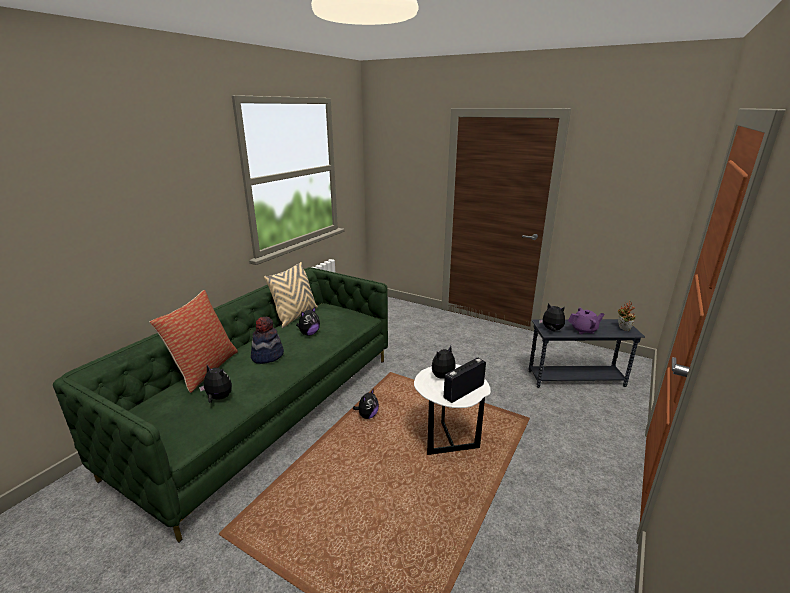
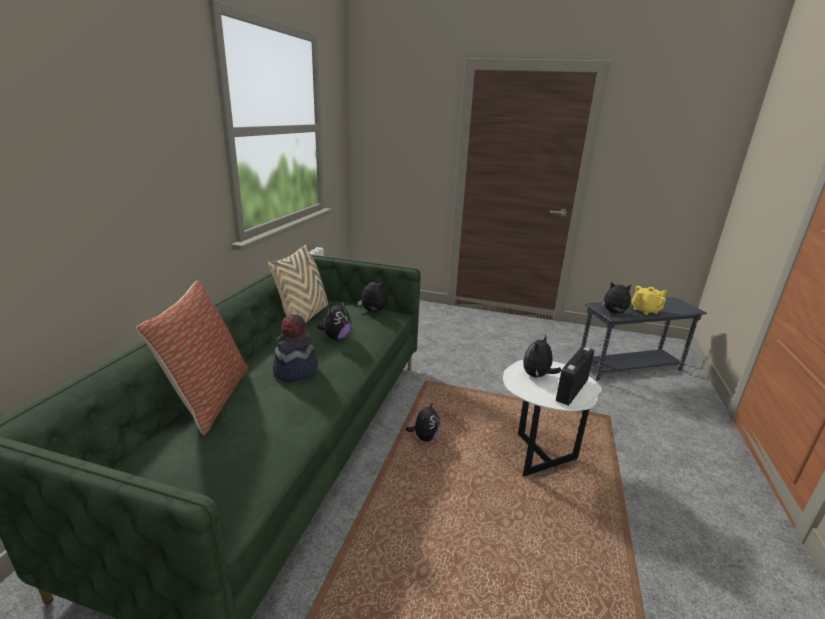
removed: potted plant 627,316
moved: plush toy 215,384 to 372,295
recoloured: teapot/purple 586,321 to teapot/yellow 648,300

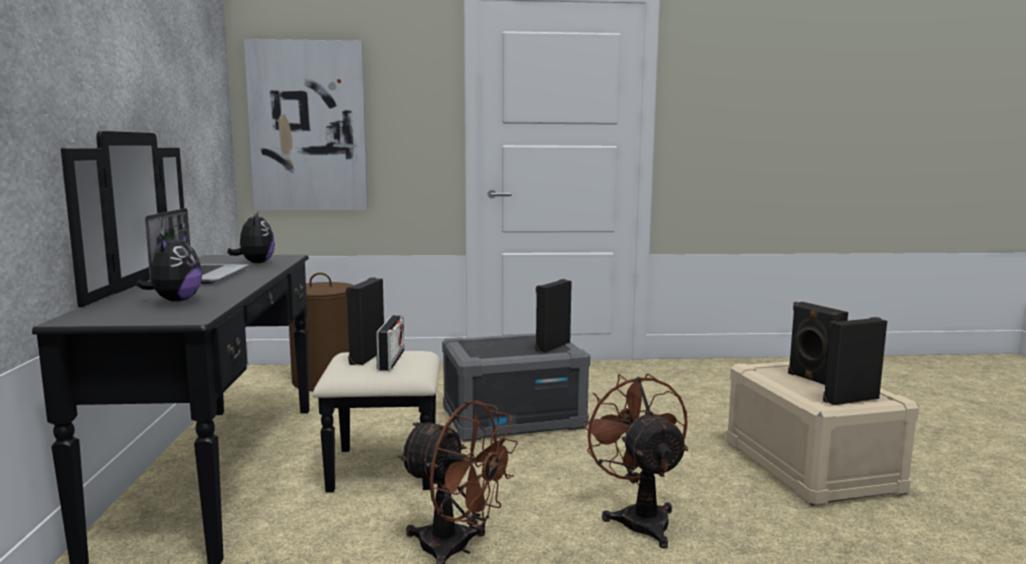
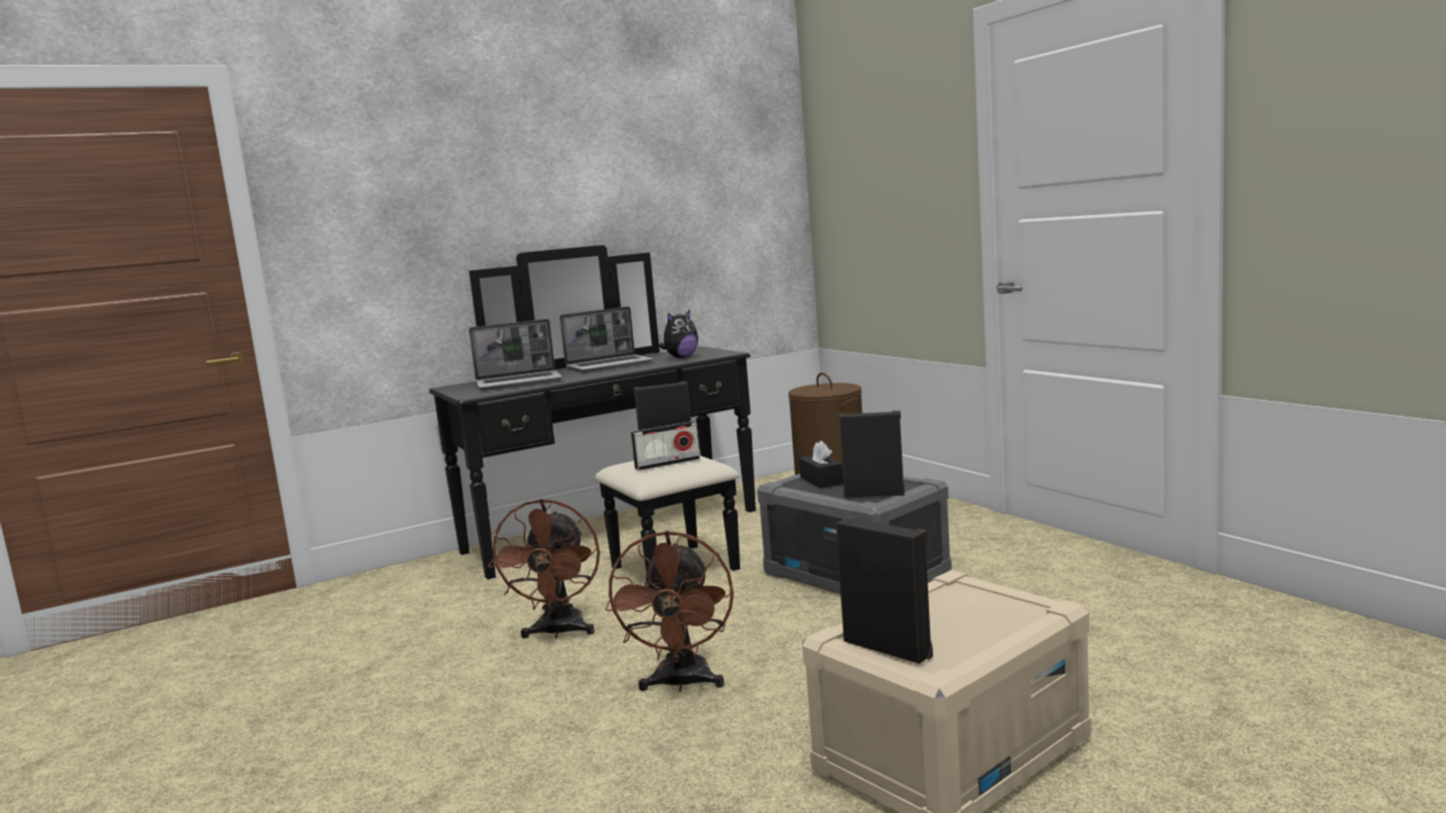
removed: picture 306,124; speaker/black 818,343
added: tissue box/black 821,464
replaced: plush toy 169,266 to laptop 516,354
turned: fan/brown 634,461 = 669,611 135 degrees clockwise

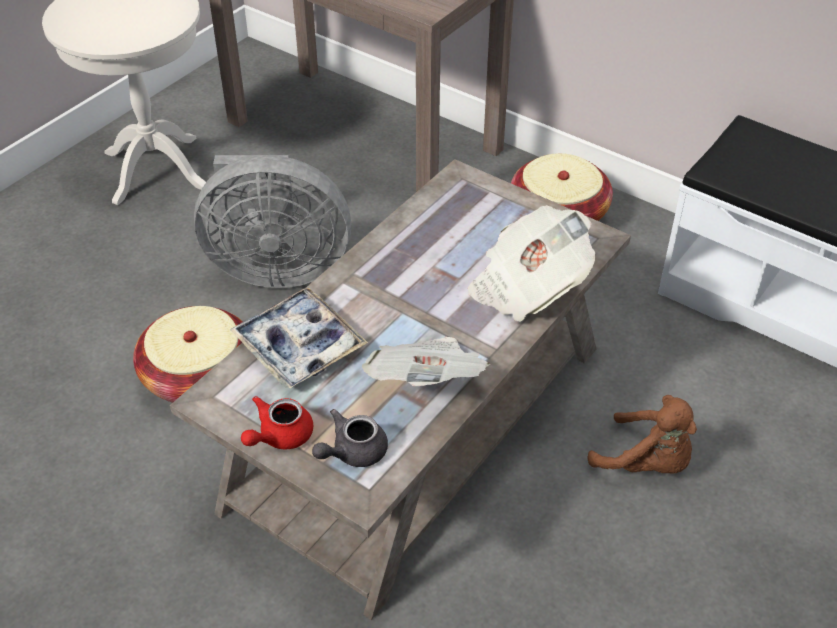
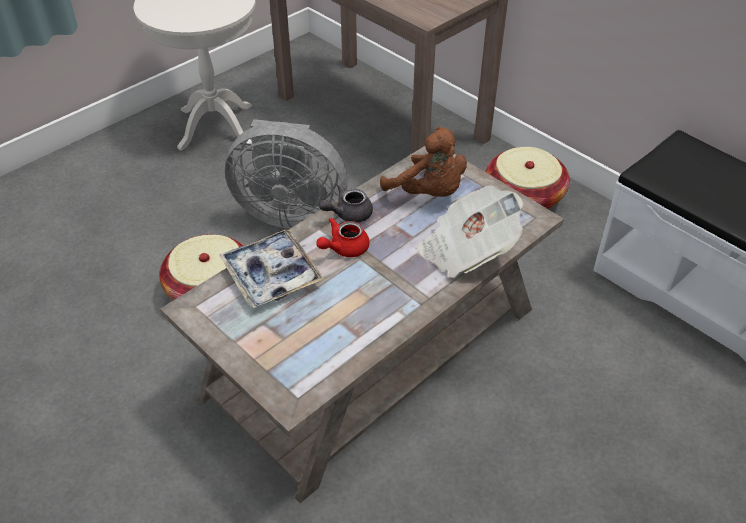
removed: newspaper 425,361
moved: plush toy/brown 642,434 to 423,162; teapot/red 277,422 to 342,237; teapot/grey 350,438 to 346,203

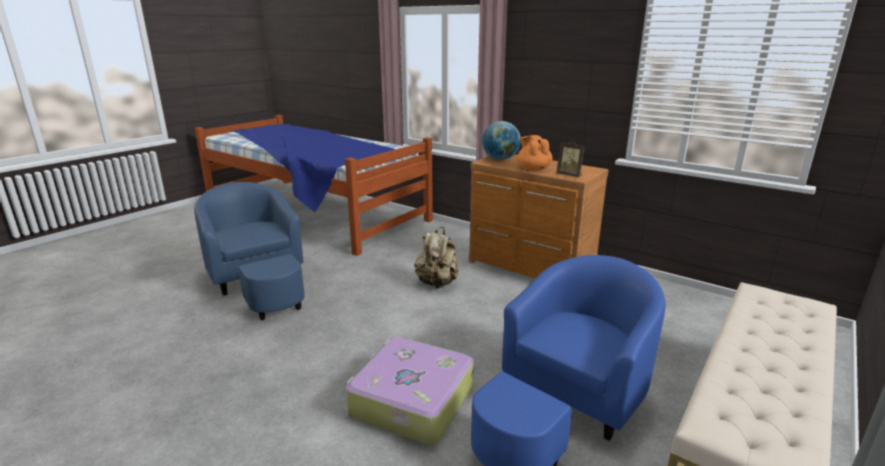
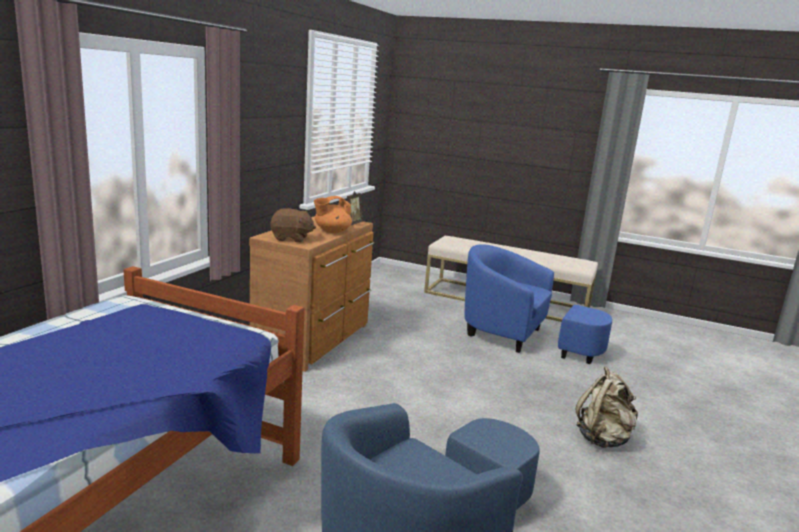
removed: suitcase 410,391
moved: backpack/beige 436,257 to 607,407
replaced: globe 501,140 to plush toy/brown 293,225

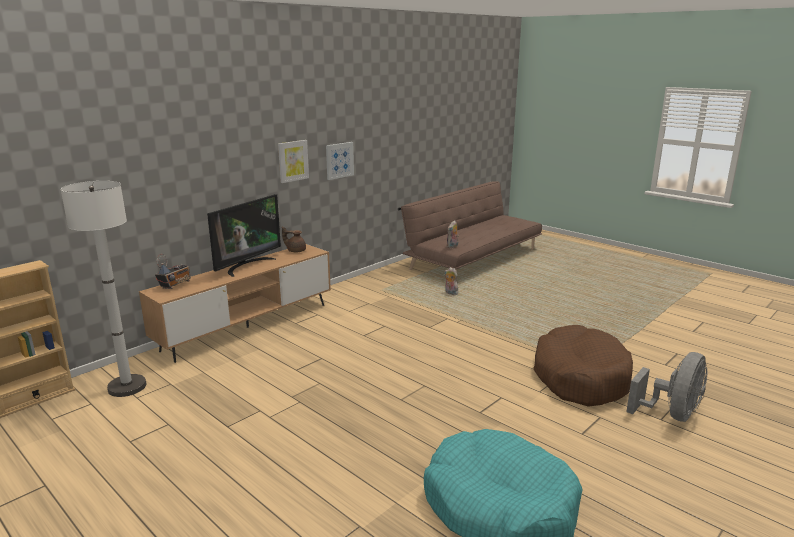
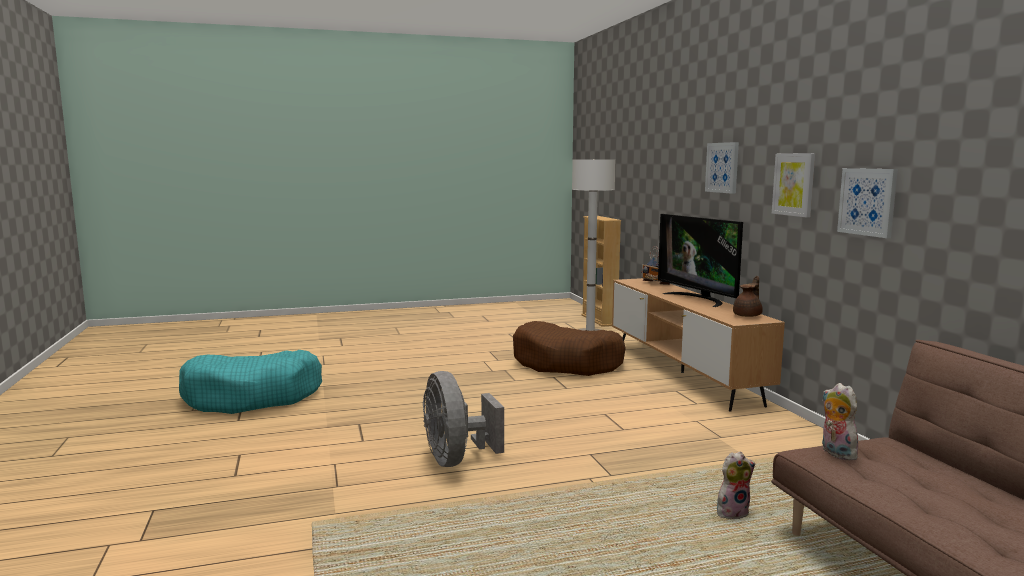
added: picture 722,168
moved: dog bed/brown 583,366 to 569,348; fan/grey 667,387 to 463,419

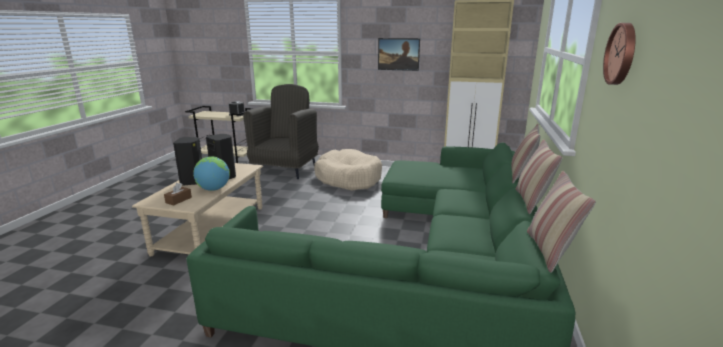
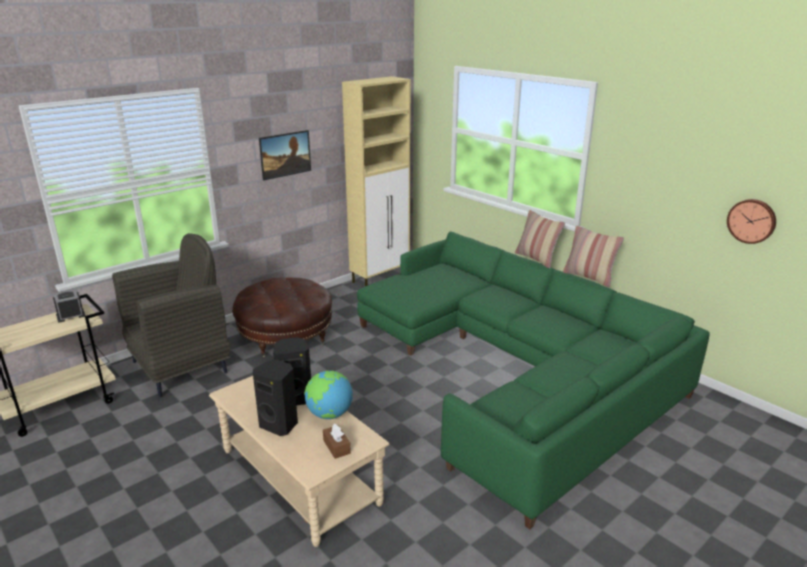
removed: pillow 561,222
moved: wall clock 619,54 to 751,221
replaced: dog bed/beige 348,170 to ottoman/brown 282,318
turned: armchair/grey 281,131 = 171,315 90 degrees clockwise

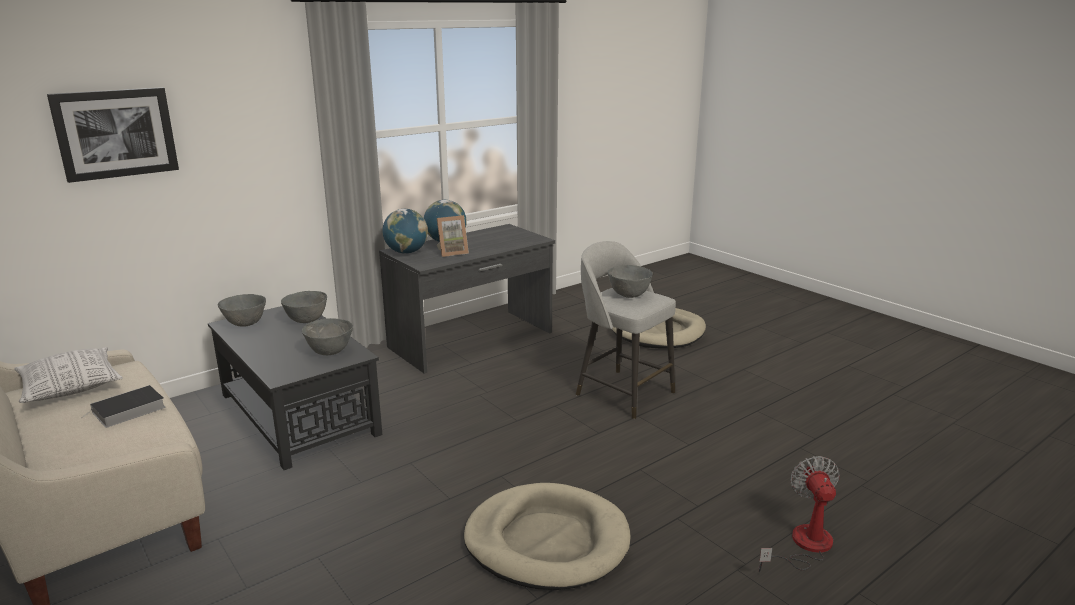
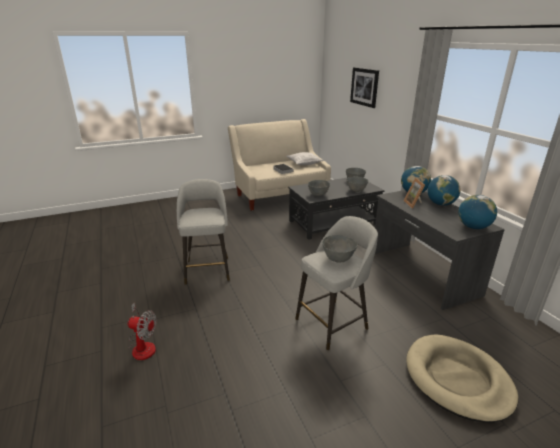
added: globe 477,212
replaced: dog bed/beige 547,536 to stool/grey 203,232

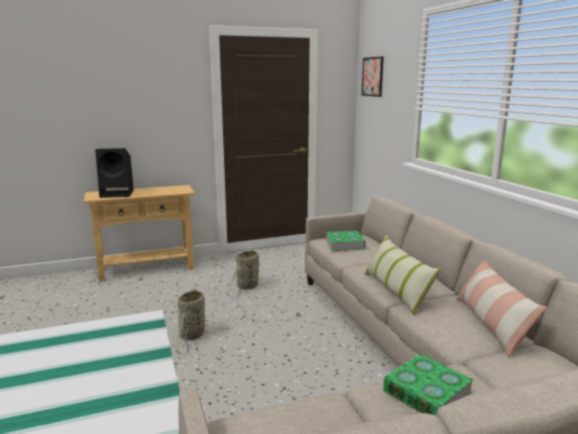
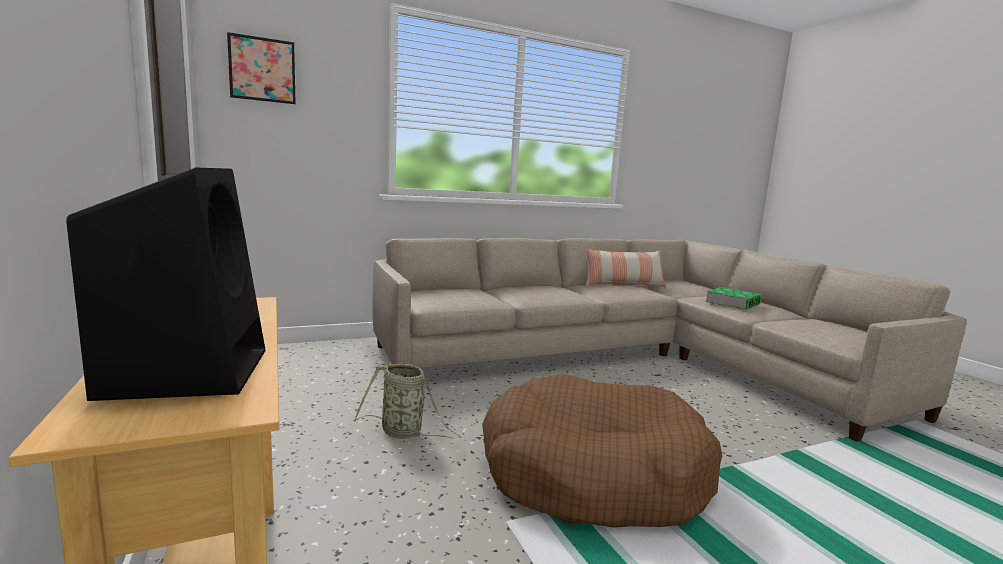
removed: book 346,241; pillow 402,275
replaced: basket 190,321 to dog bed/brown 602,451

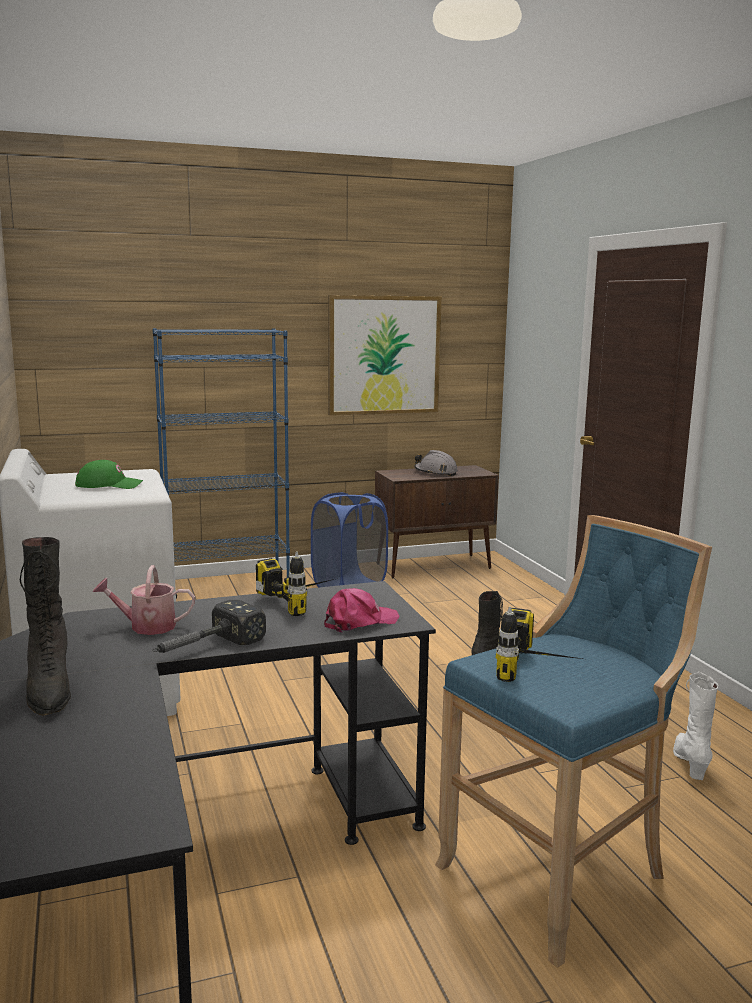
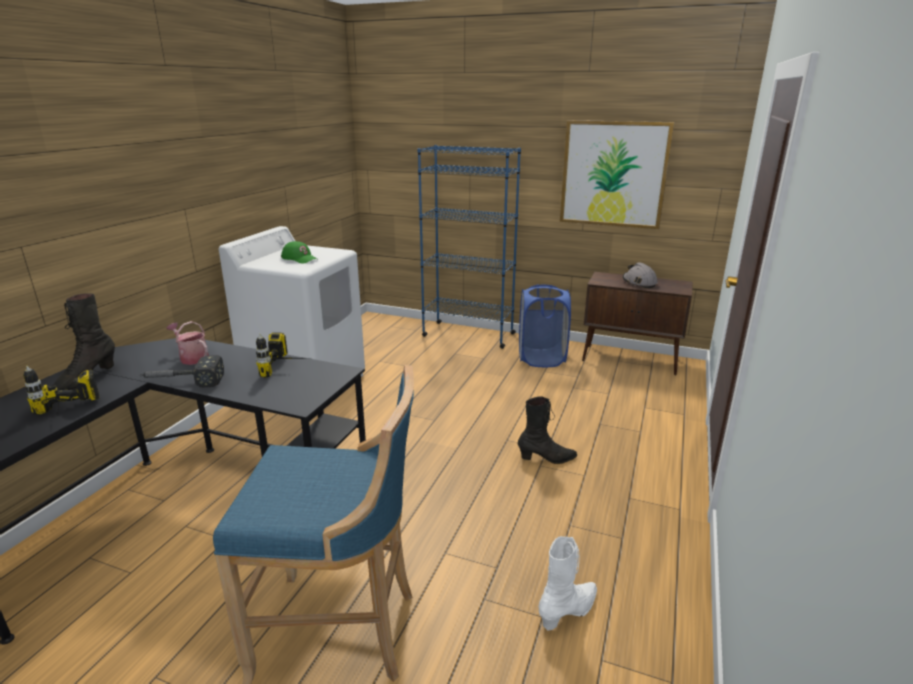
removed: cap/pink 362,610
moved: power drill 539,644 to 61,390

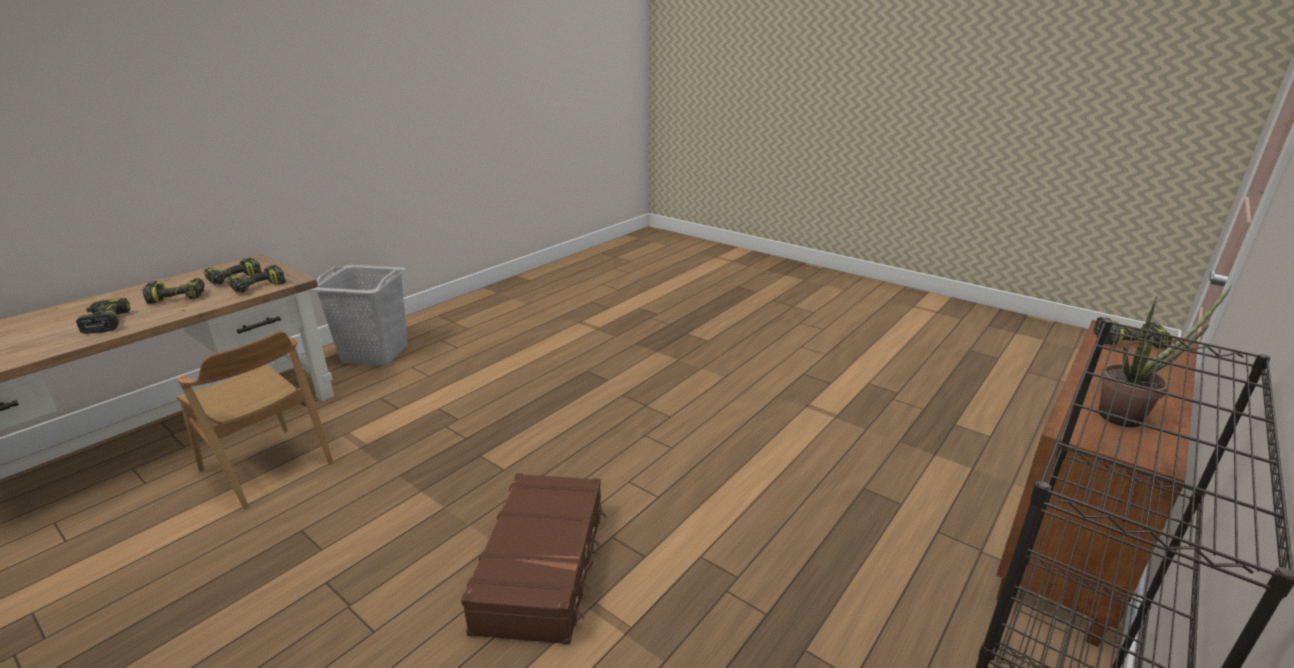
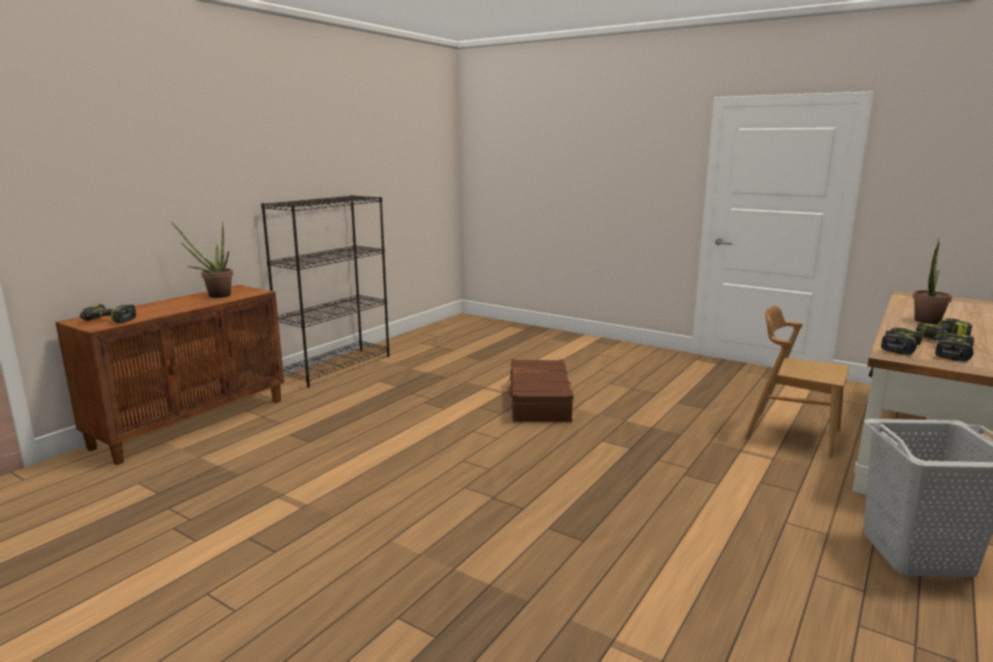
replaced: power drill 103,316 to potted plant 932,281

